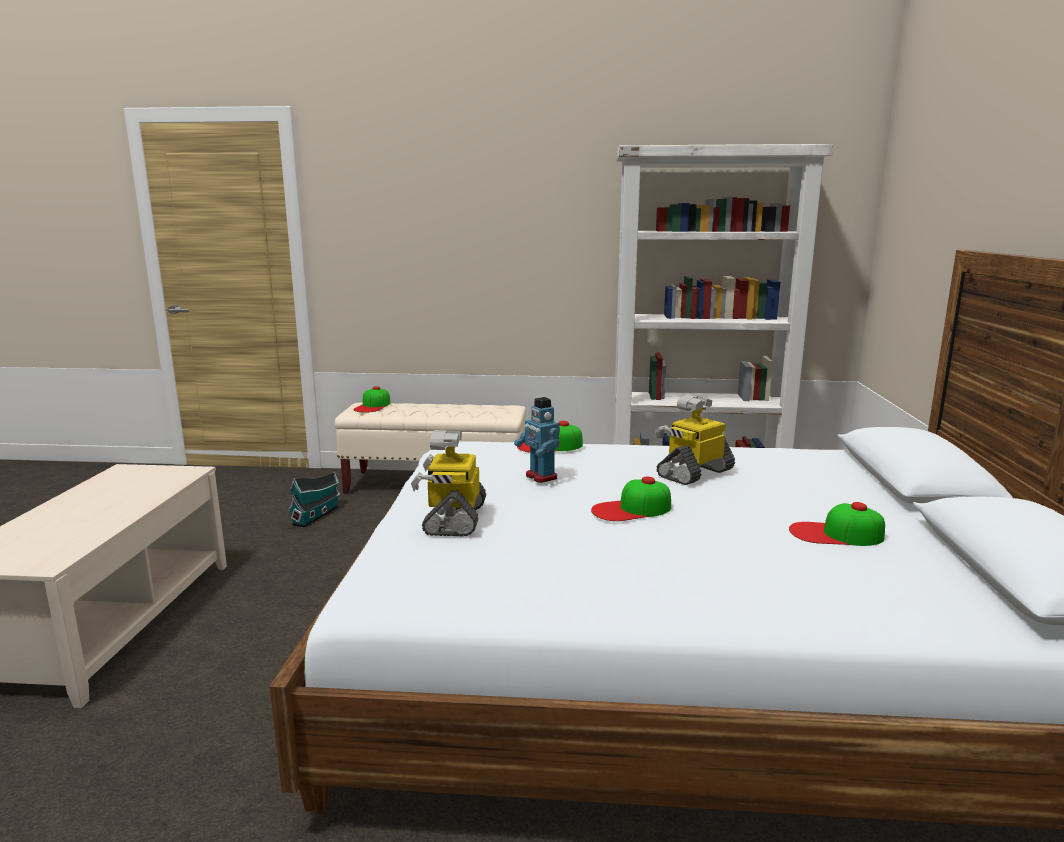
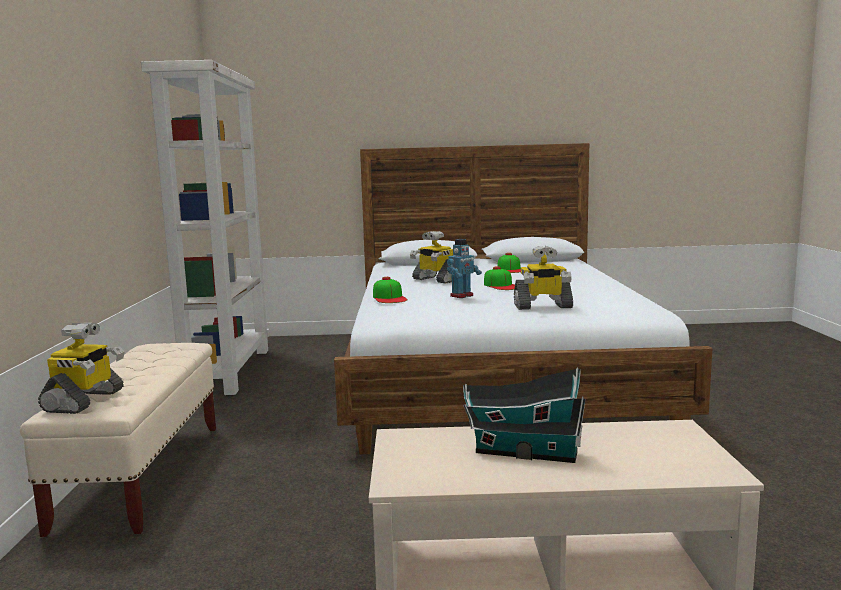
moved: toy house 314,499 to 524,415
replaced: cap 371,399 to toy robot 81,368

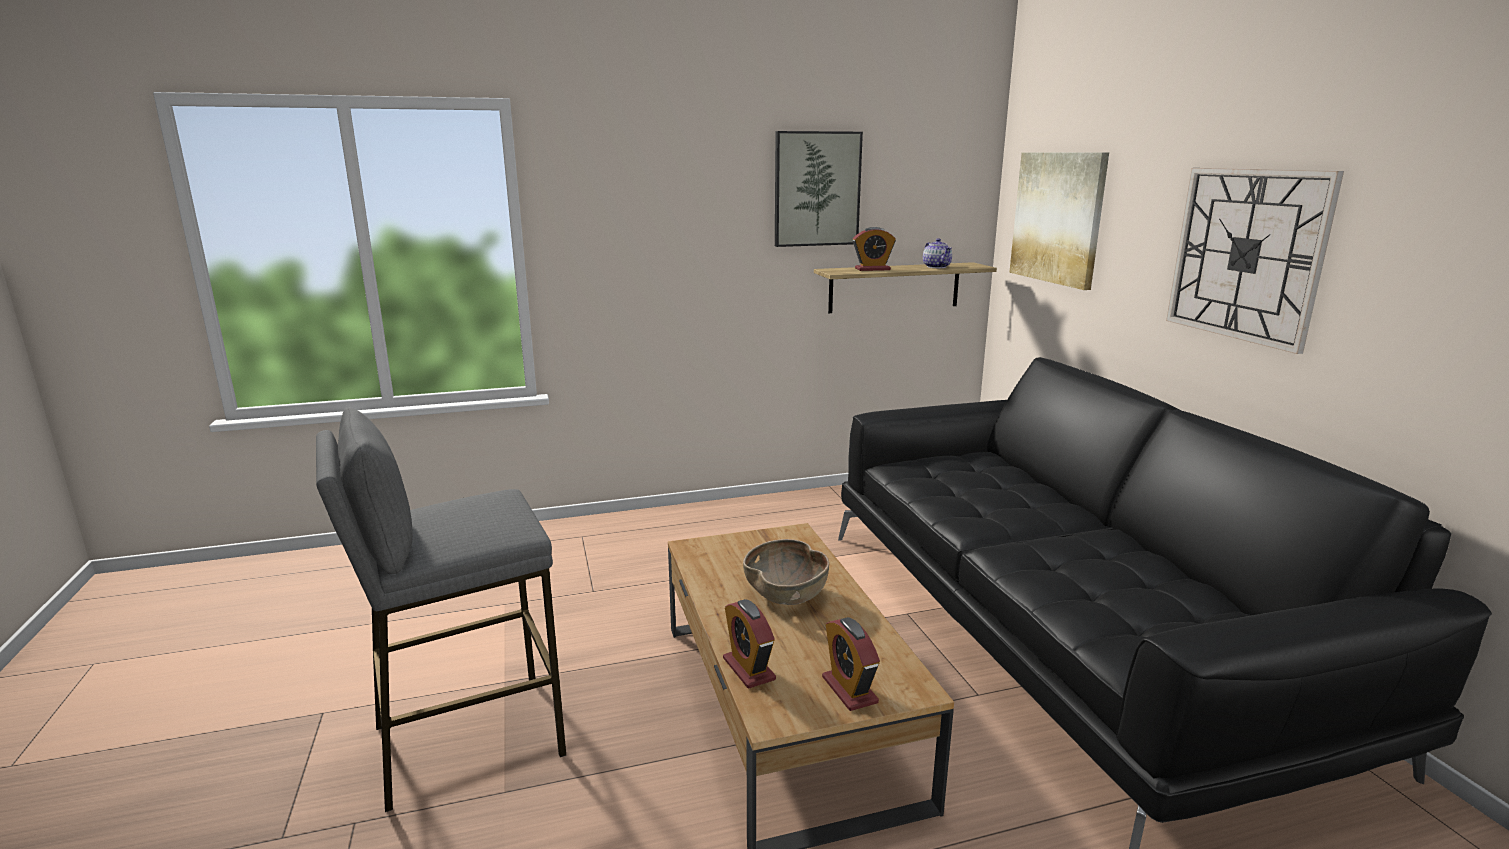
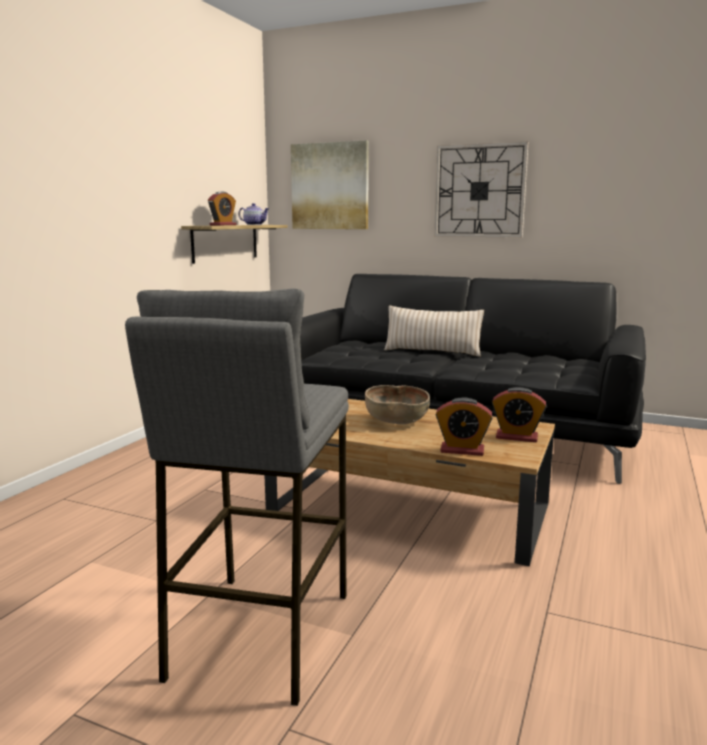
removed: picture 819,189
added: pillow/beige 434,331

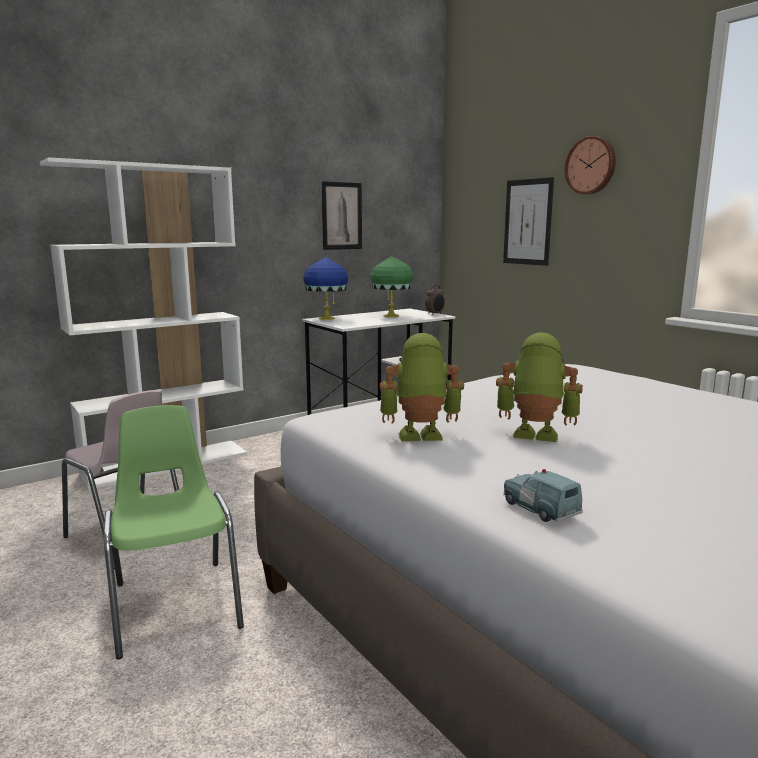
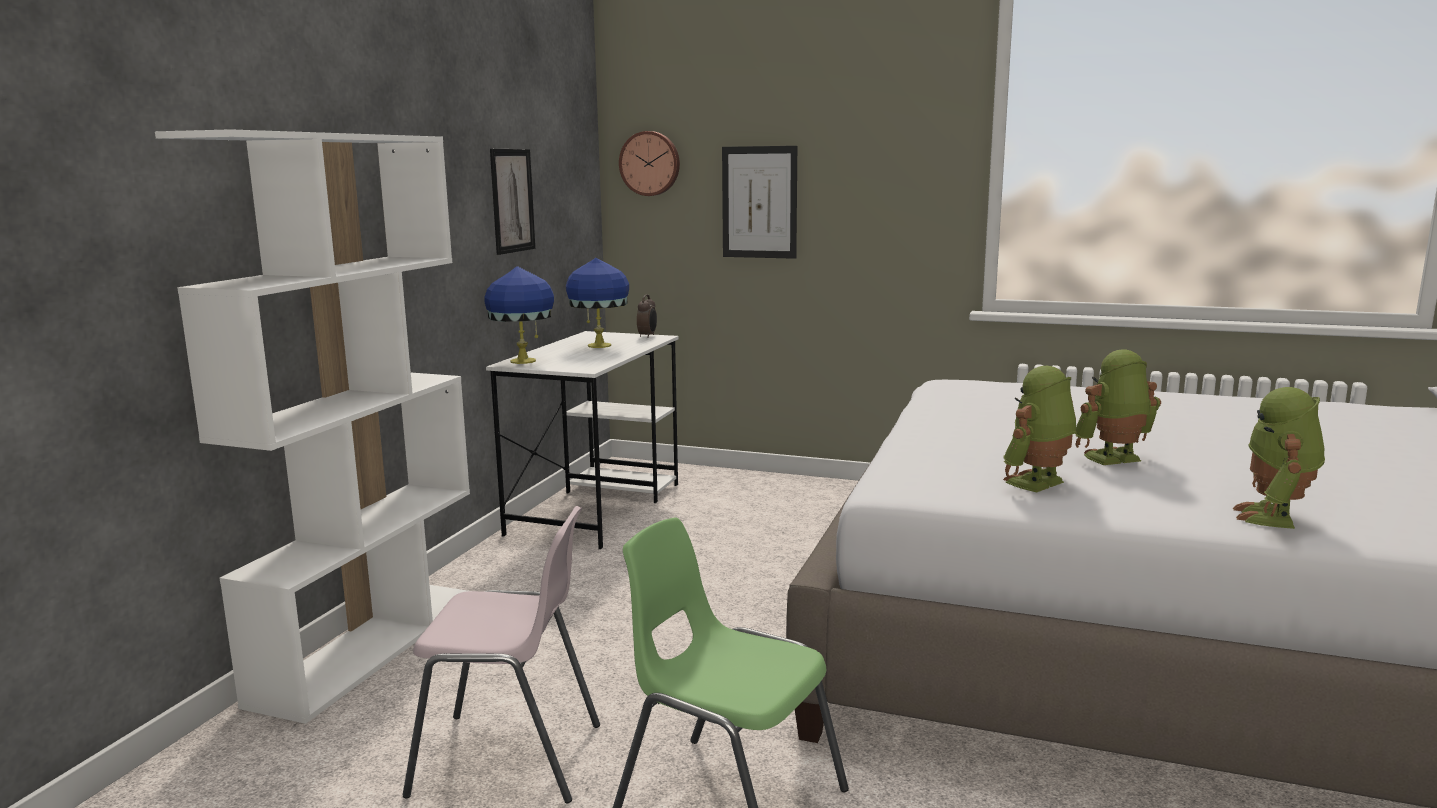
moved: wall clock 590,165 to 649,163
replaced: toy car/blue 543,495 to toy robot 1279,458
recoloured: table lamp/green 392,286 to table lamp/blue 597,303

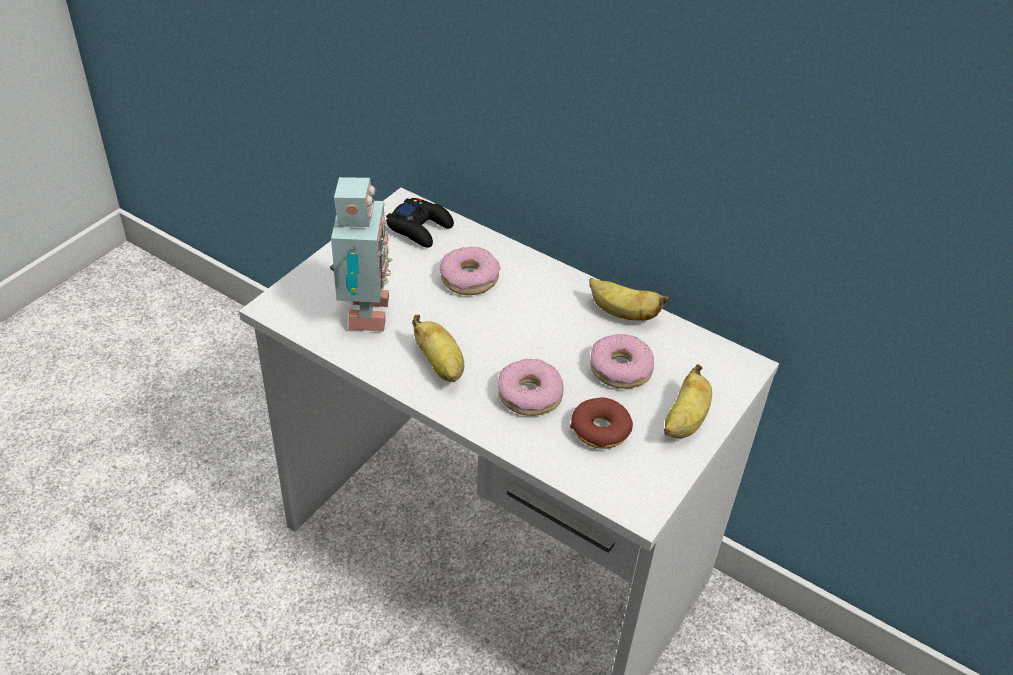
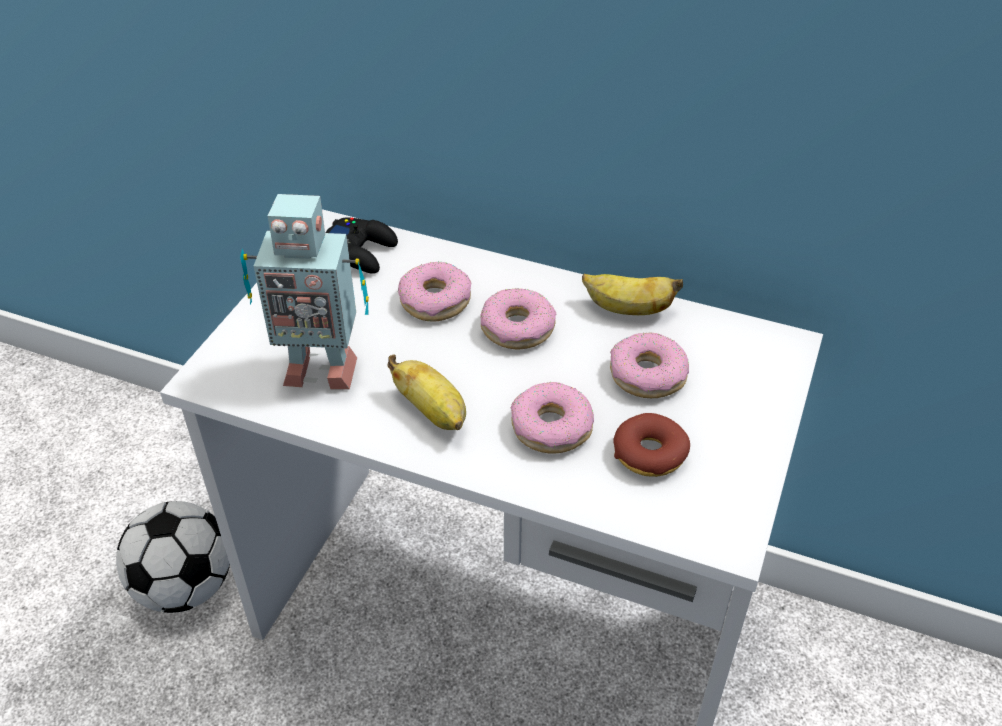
removed: banana 688,401
added: donut 518,318; football 173,557
turned: toy robot 361,254 = 304,292 105 degrees clockwise

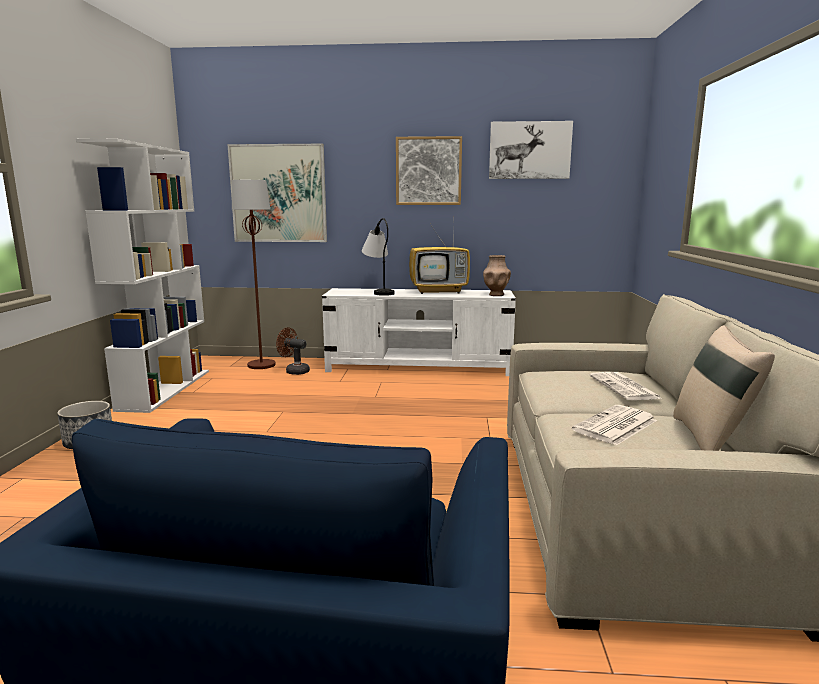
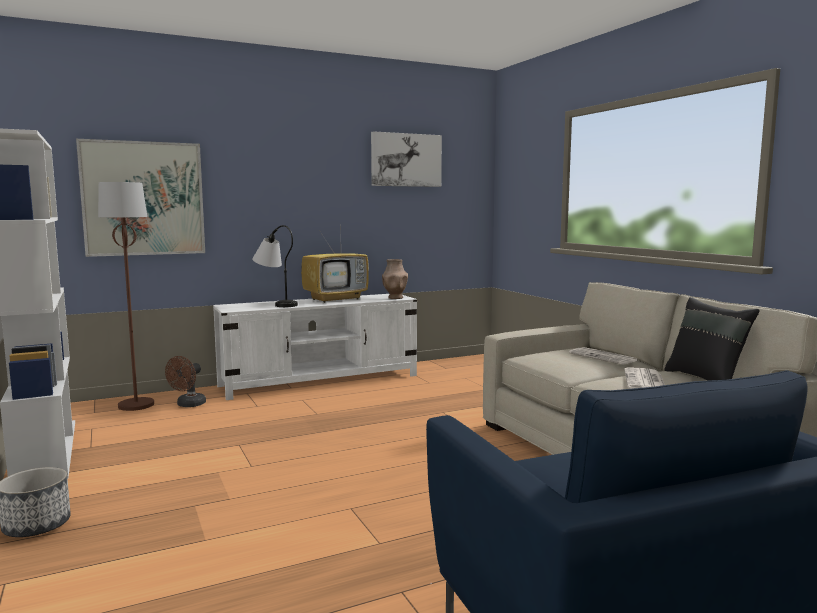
removed: picture 429,170
recoloured: pillow/beige 724,388 to pillow/black 712,339
turned: fan/brown 293,351 = 185,381 60 degrees counterclockwise

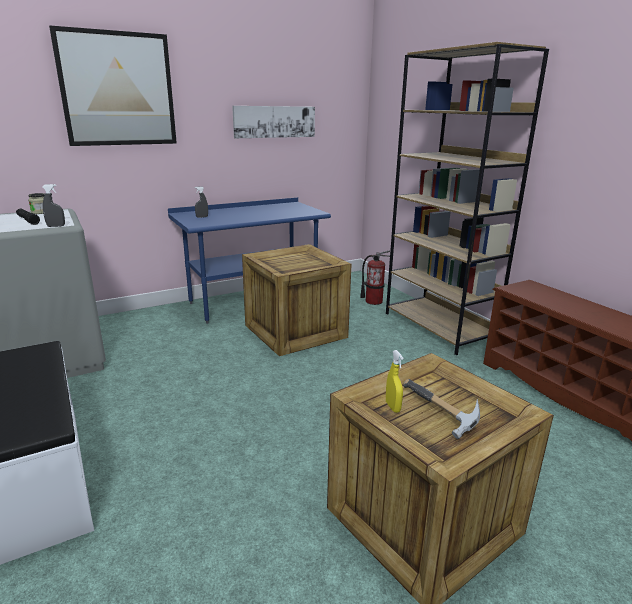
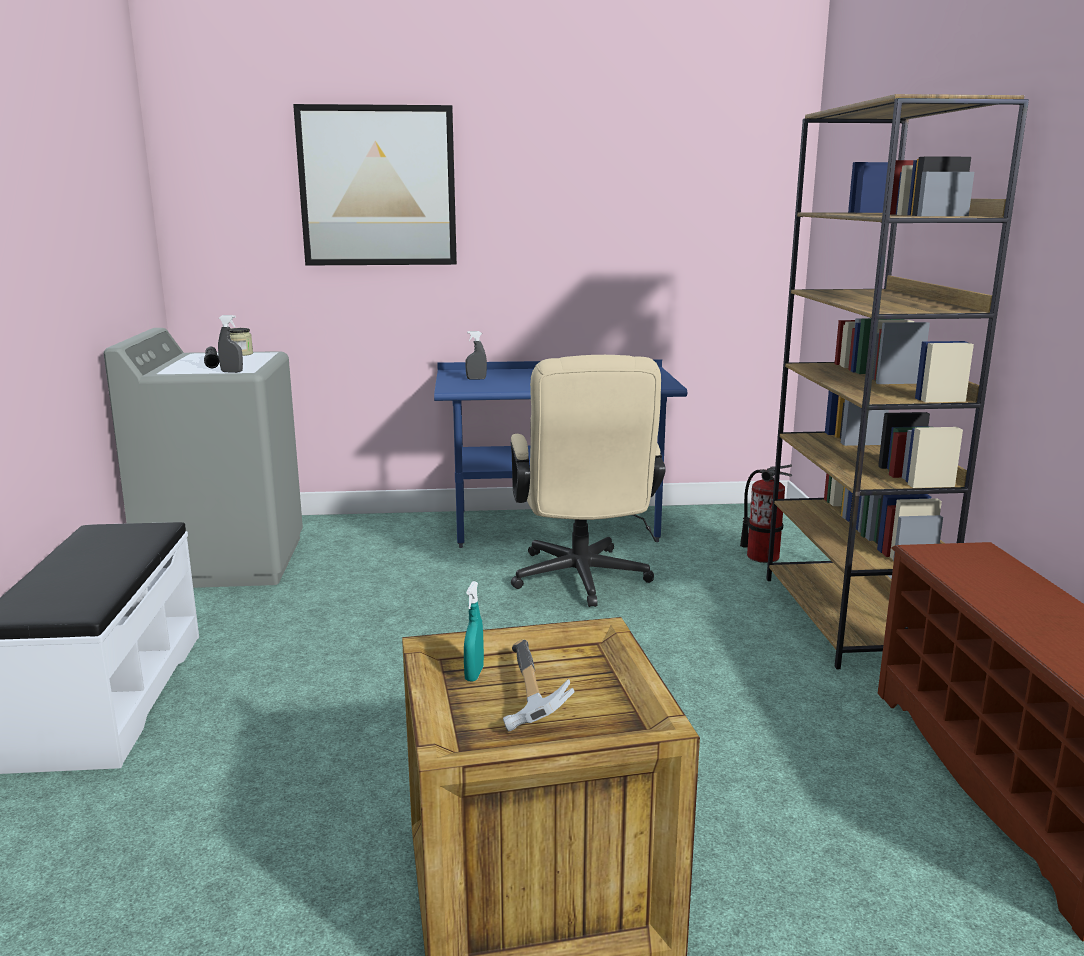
removed: picture 273,122
replaced: crate 296,300 to office chair/beige 588,481
recoloured: spray bottle/yellow 394,381 to spray bottle/turquoise 474,631

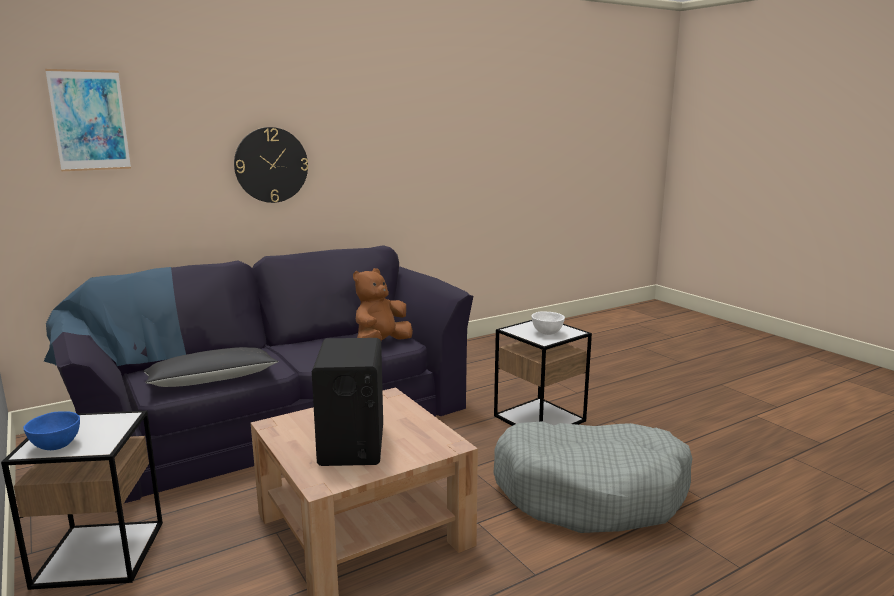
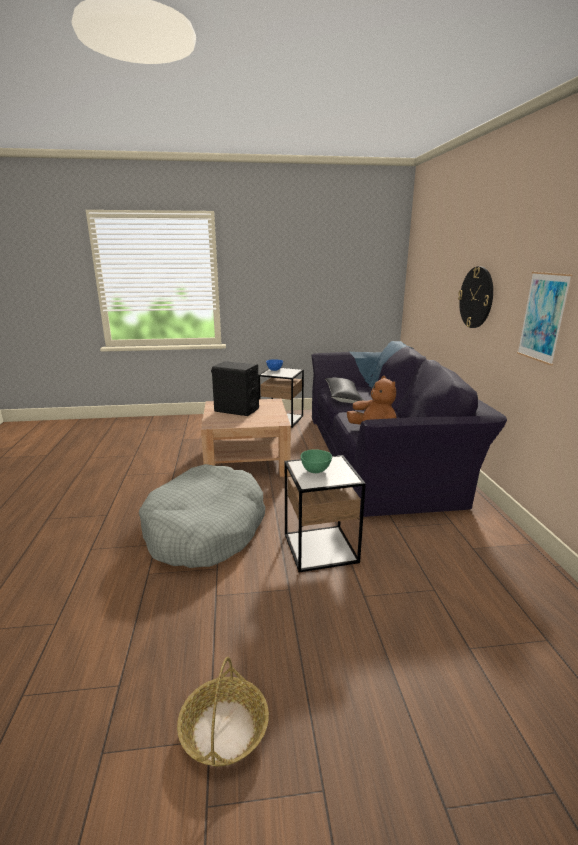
added: basket 223,711
moved: picture 88,120 to 544,318
recoloured: bowl/white 548,323 to bowl/green 316,461

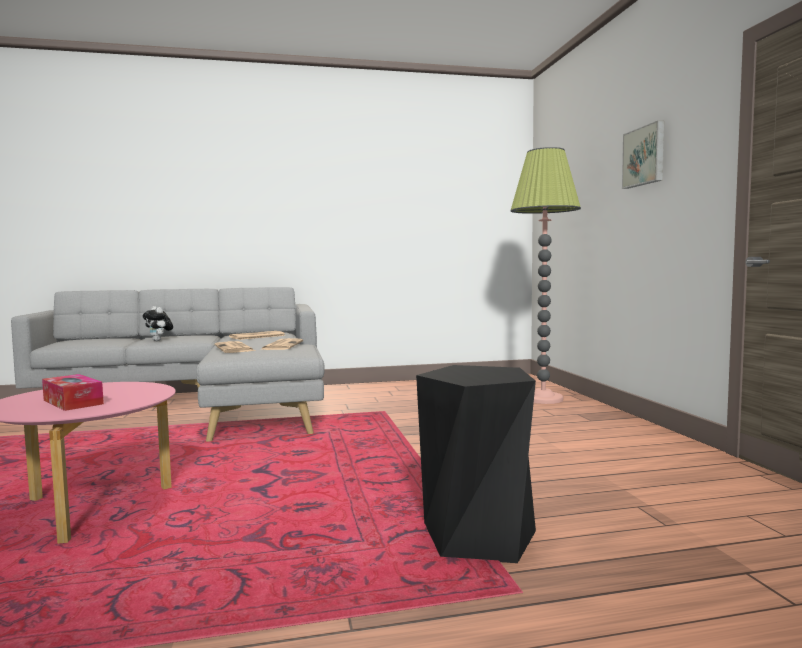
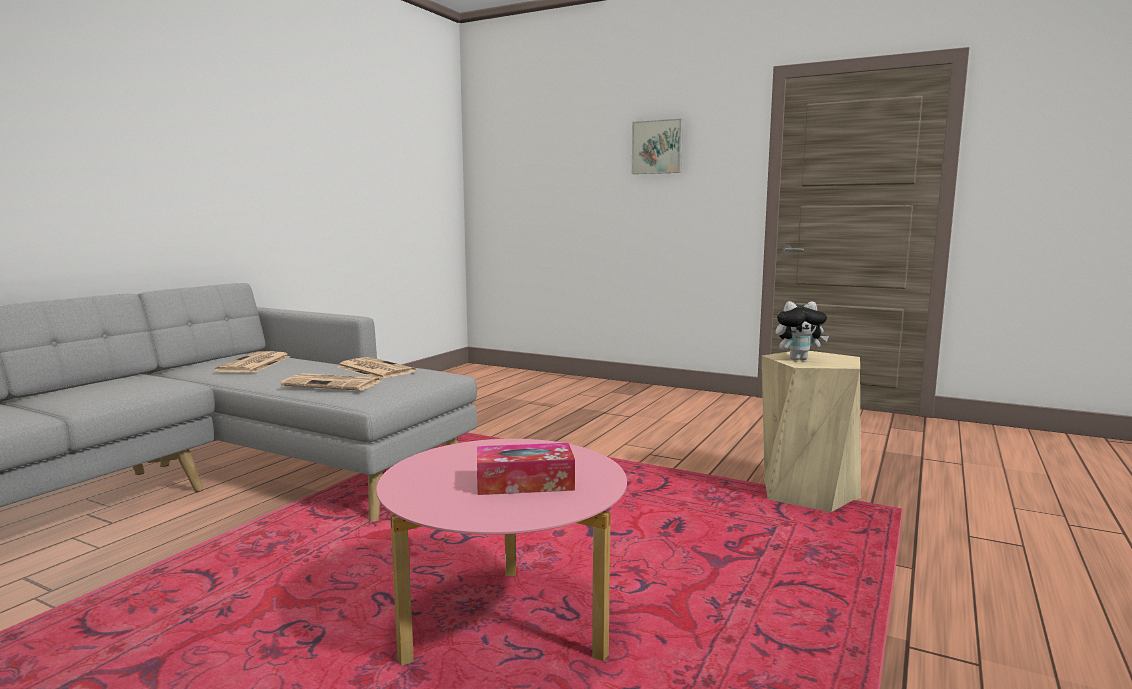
removed: floor lamp 545,275
moved: plush toy 158,323 to 802,330
recoloured: stool/black 476,464 to stool/beige 811,431

